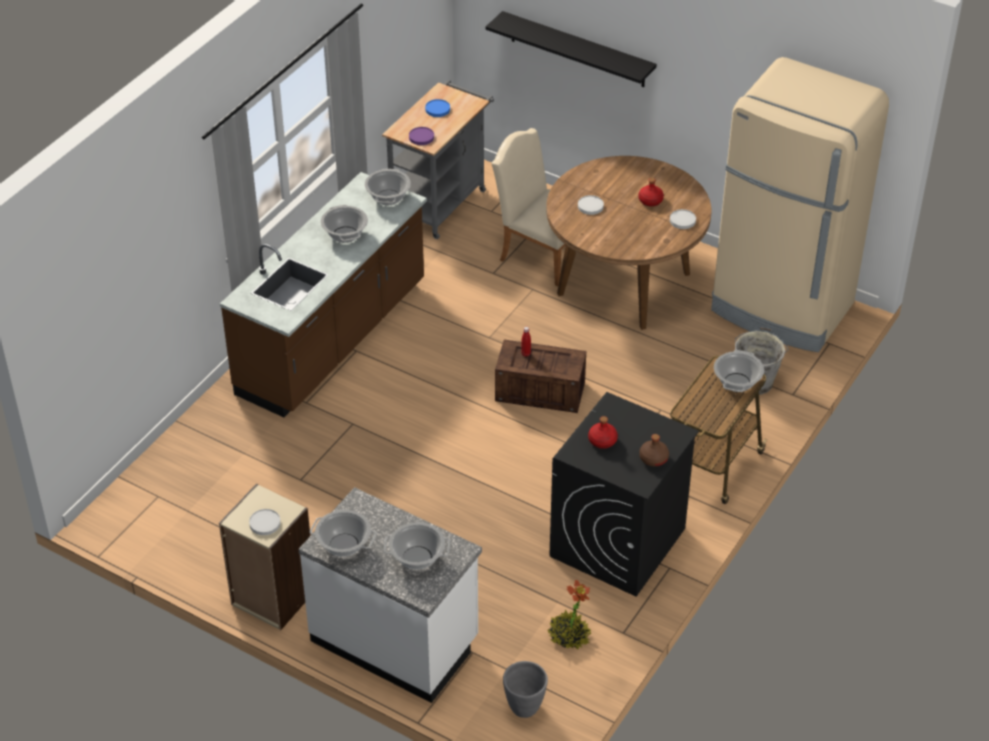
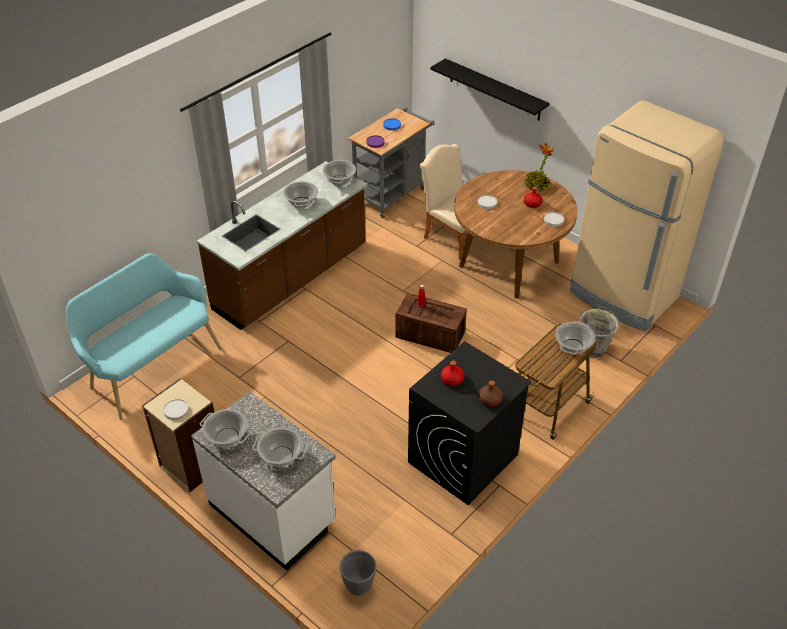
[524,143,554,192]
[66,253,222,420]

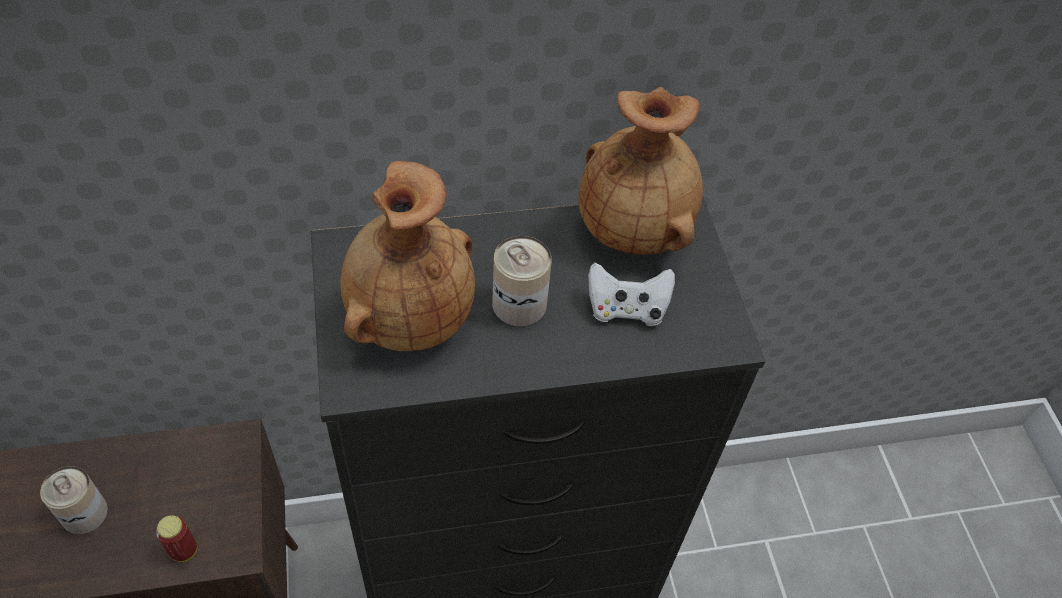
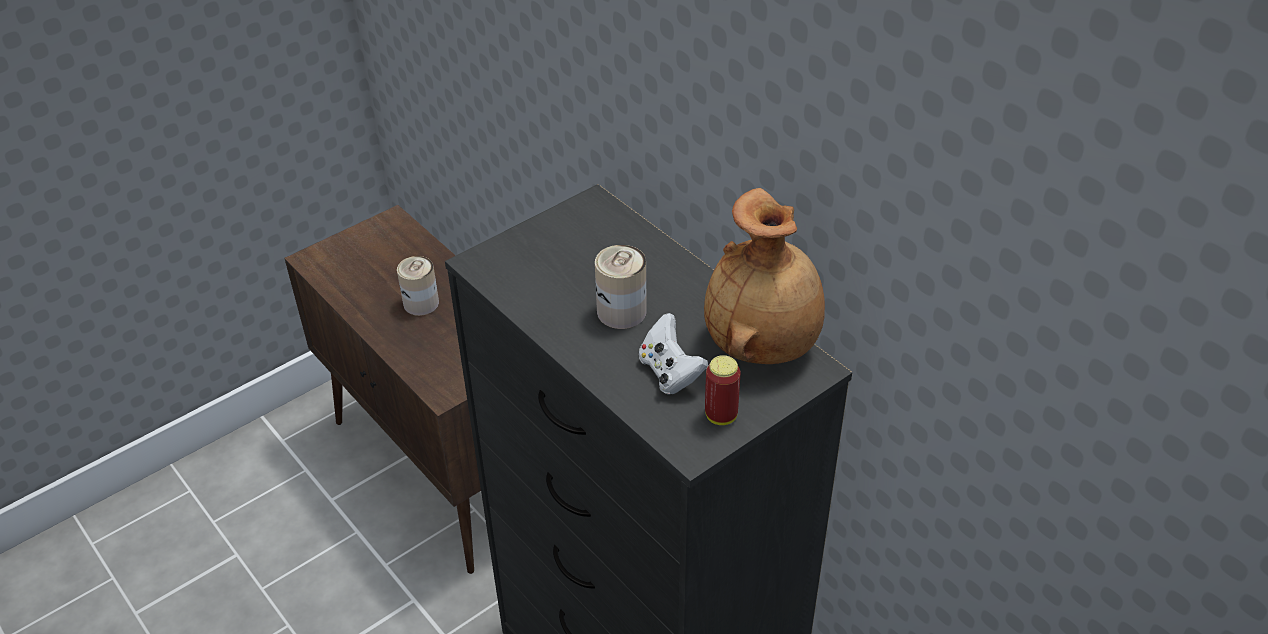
[705,355,741,425]
[340,161,475,351] (first image)

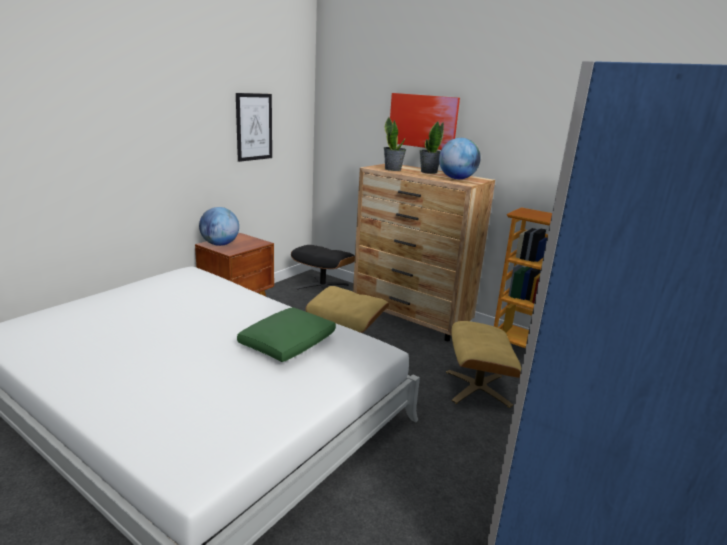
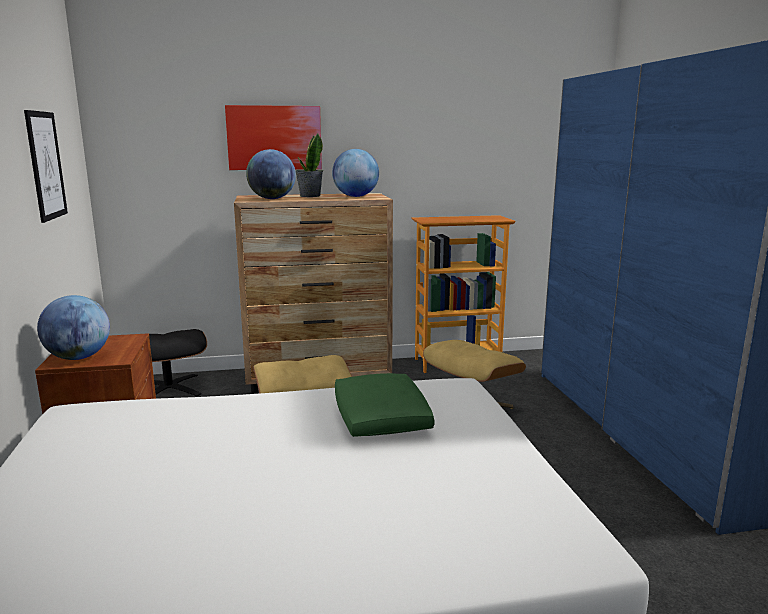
[246,149,296,199]

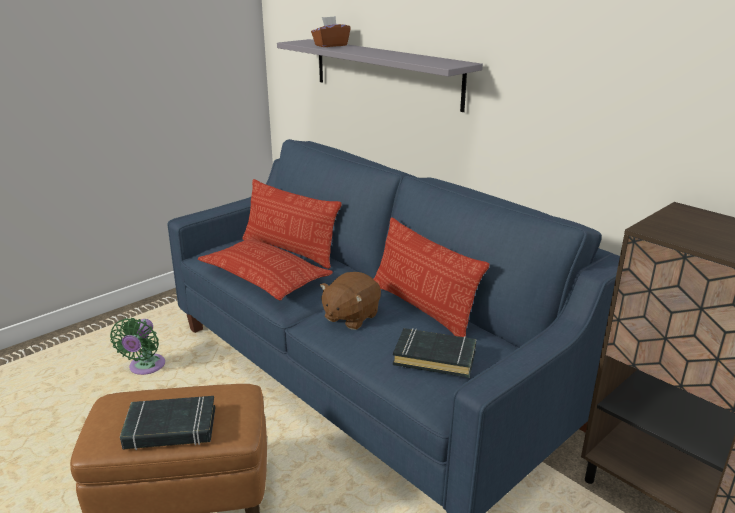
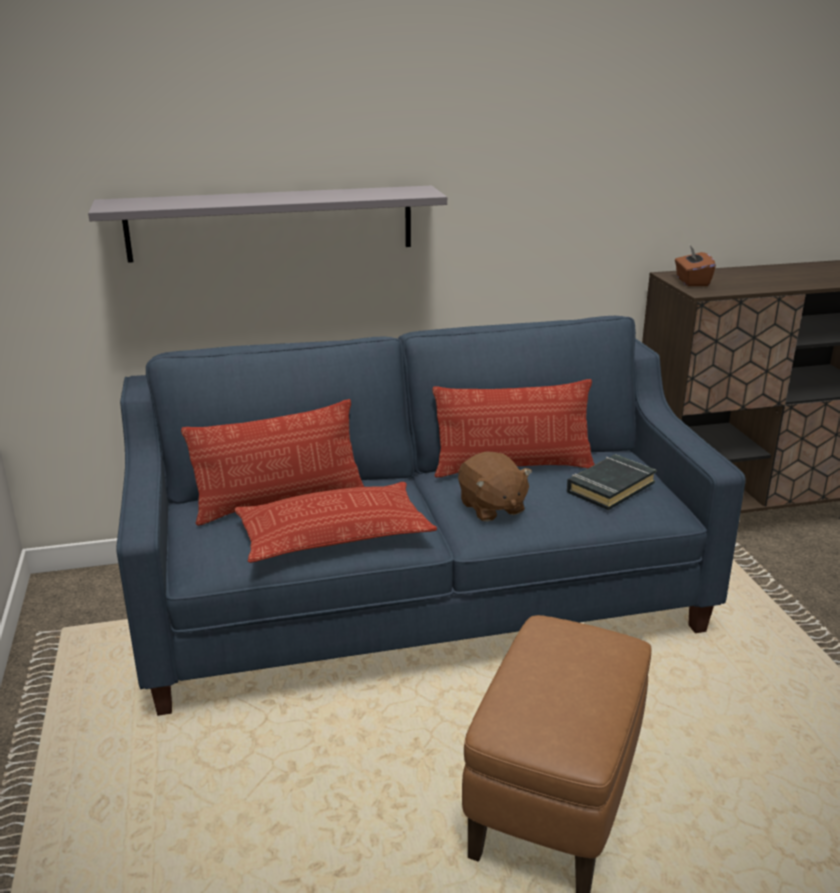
[110,318,165,375] (first image)
[120,396,215,450] (first image)
[675,246,716,286]

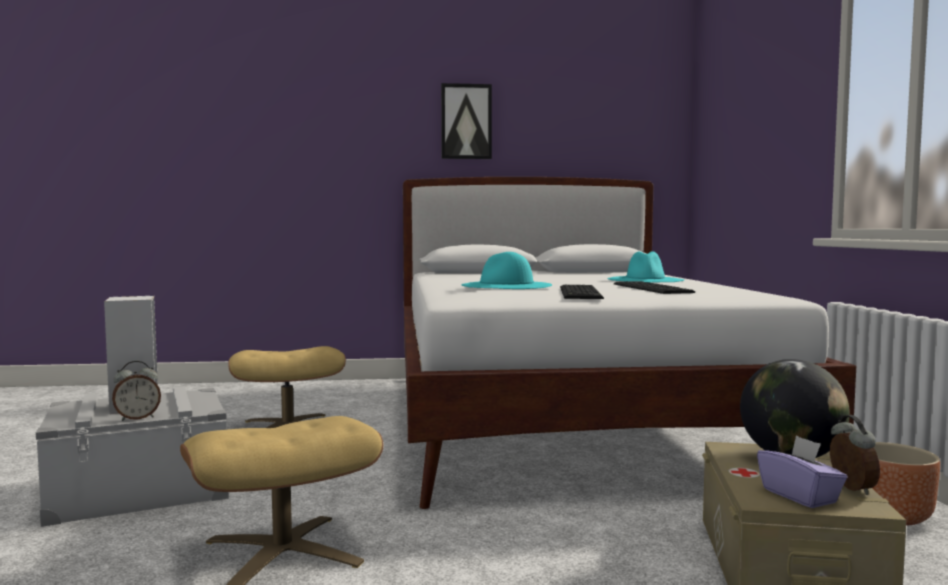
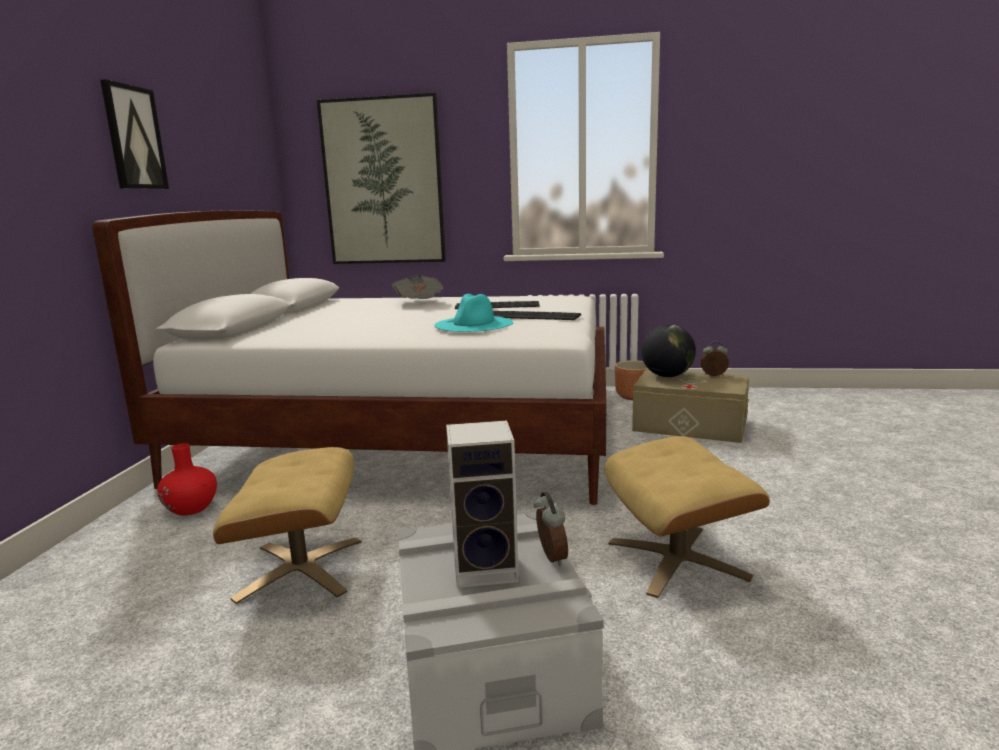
[391,275,444,299]
[757,435,848,508] (first image)
[157,443,217,516]
[317,93,446,264]

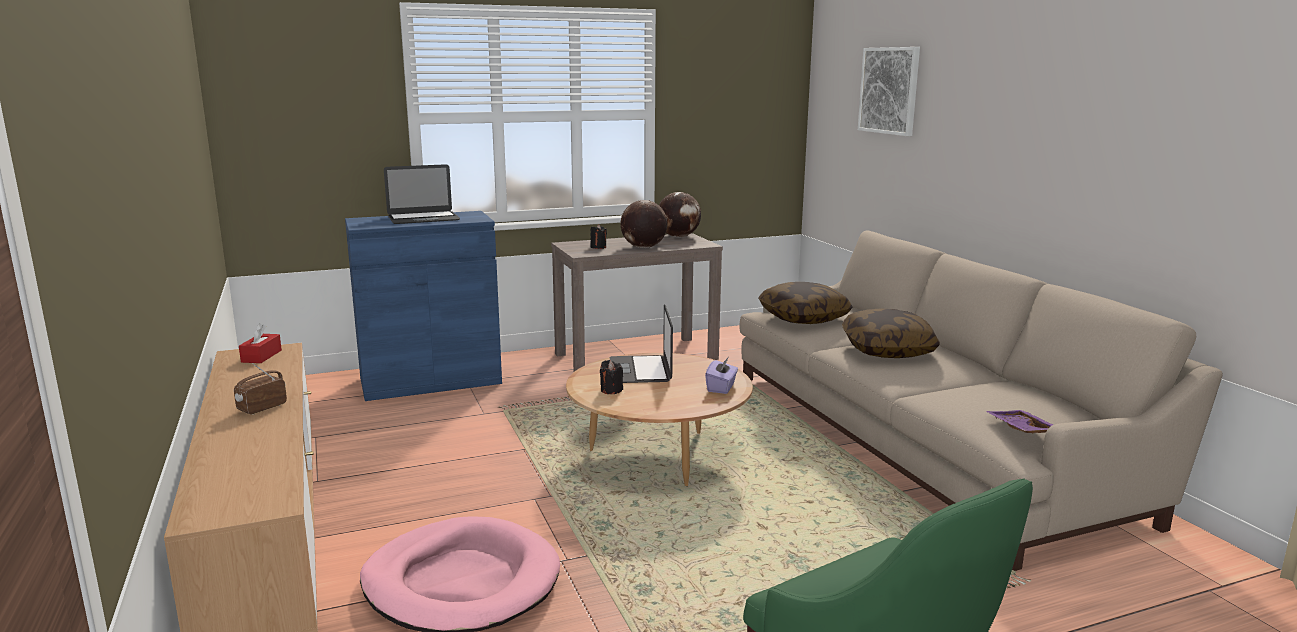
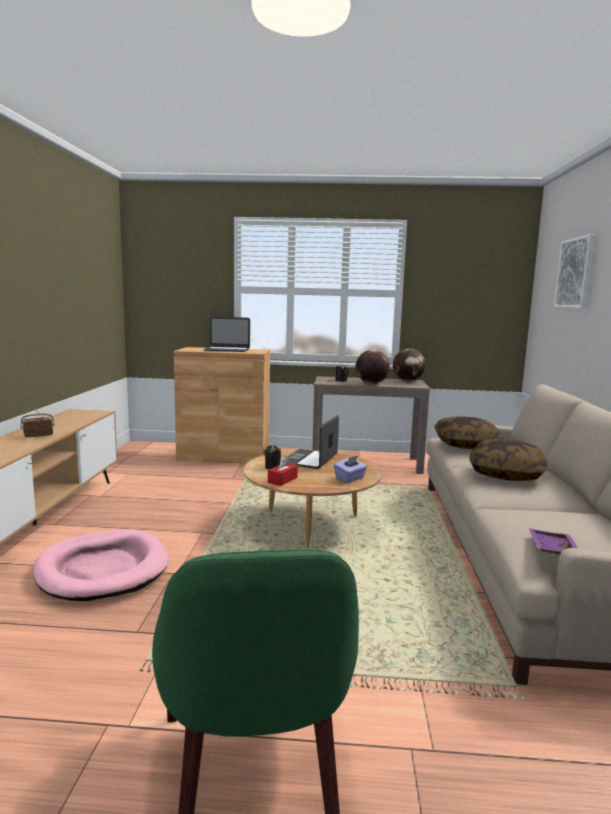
[268,455,298,486]
[174,347,270,464]

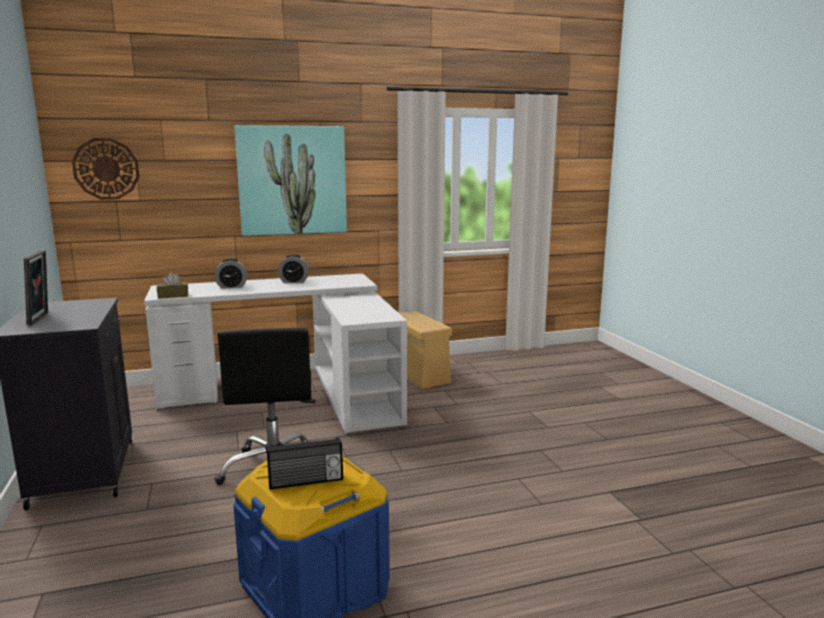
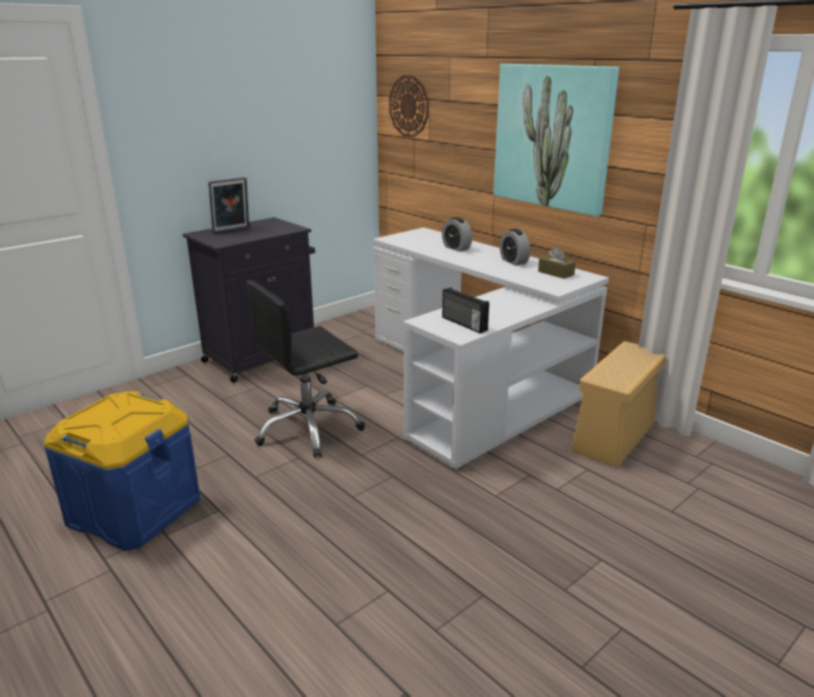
[538,247,576,279]
[442,288,489,333]

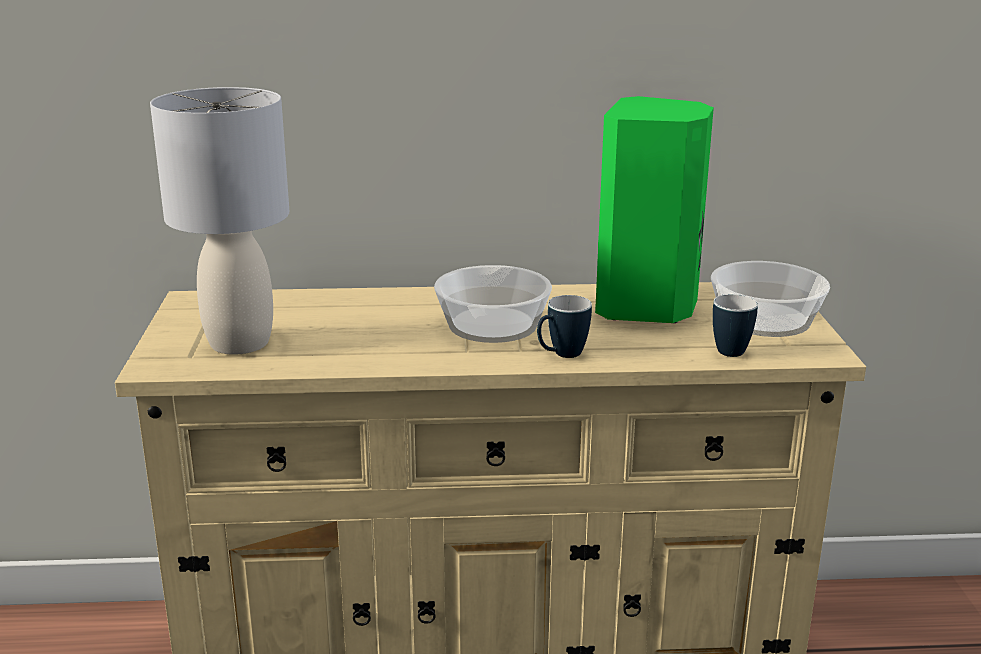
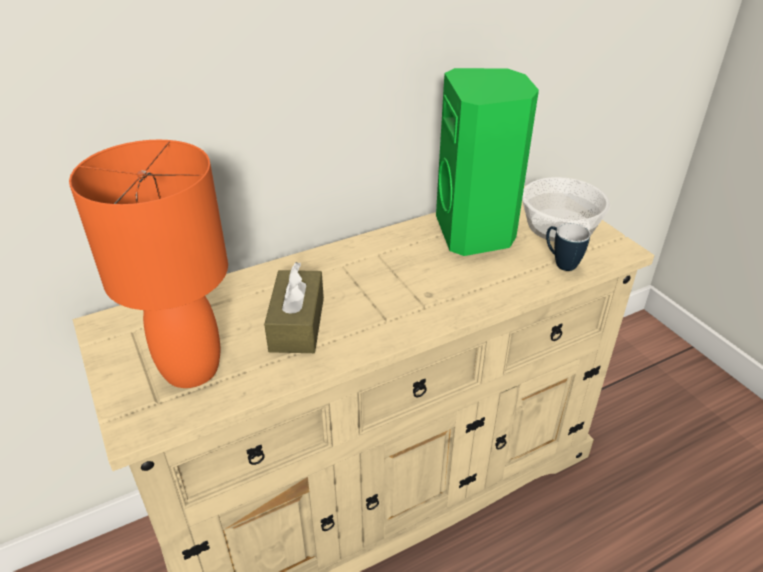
[69,140,228,388]
[434,265,552,343] (first image)
[537,295,592,358] (first image)
[264,262,324,353]

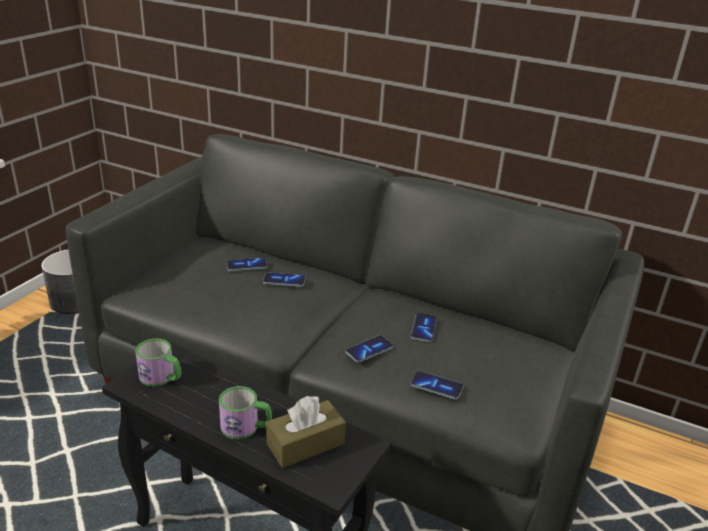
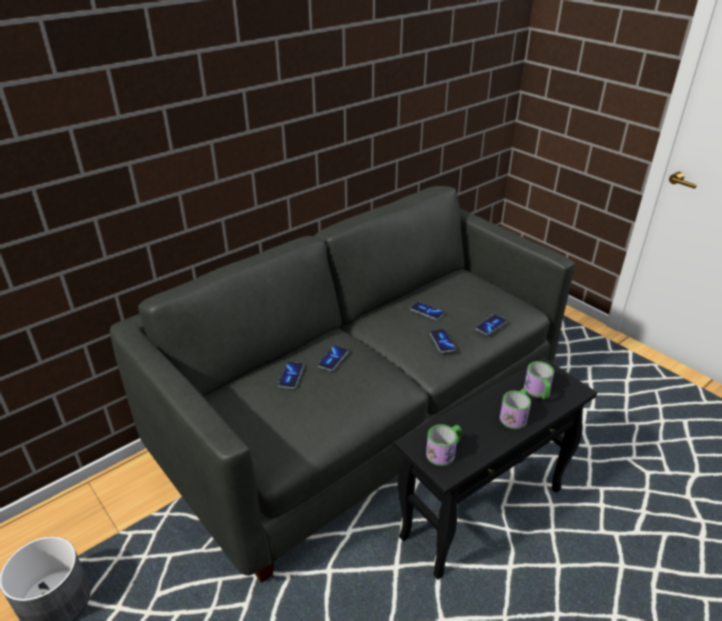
[524,361,554,399]

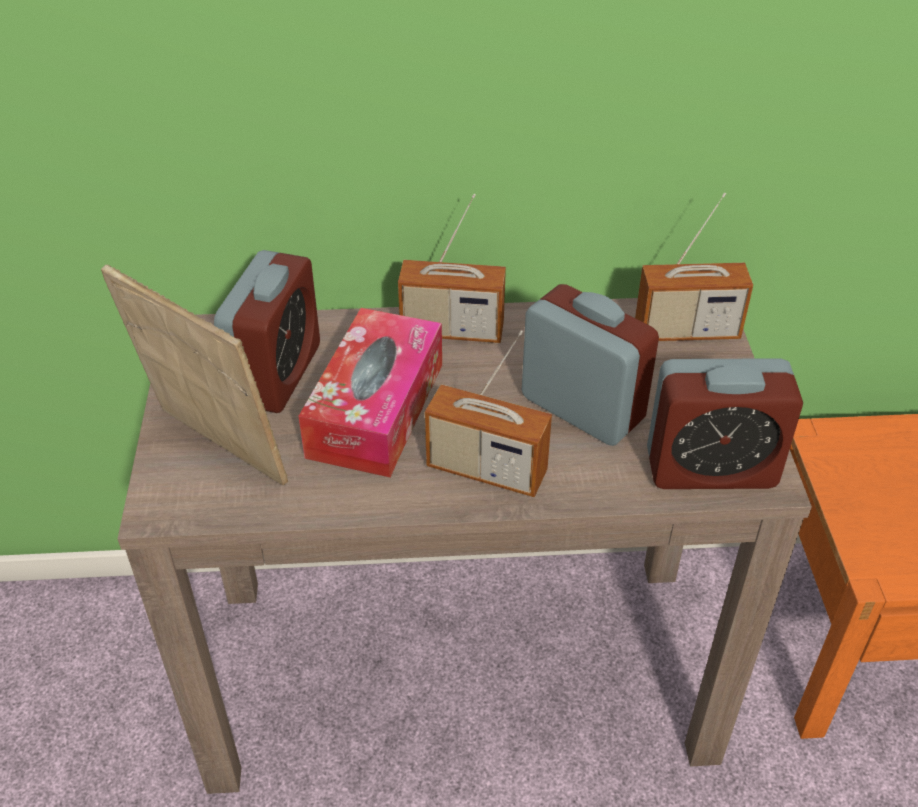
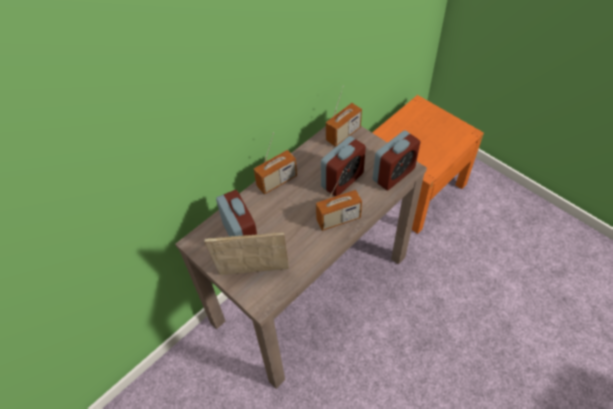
[299,308,442,477] (first image)
[321,136,366,196]

